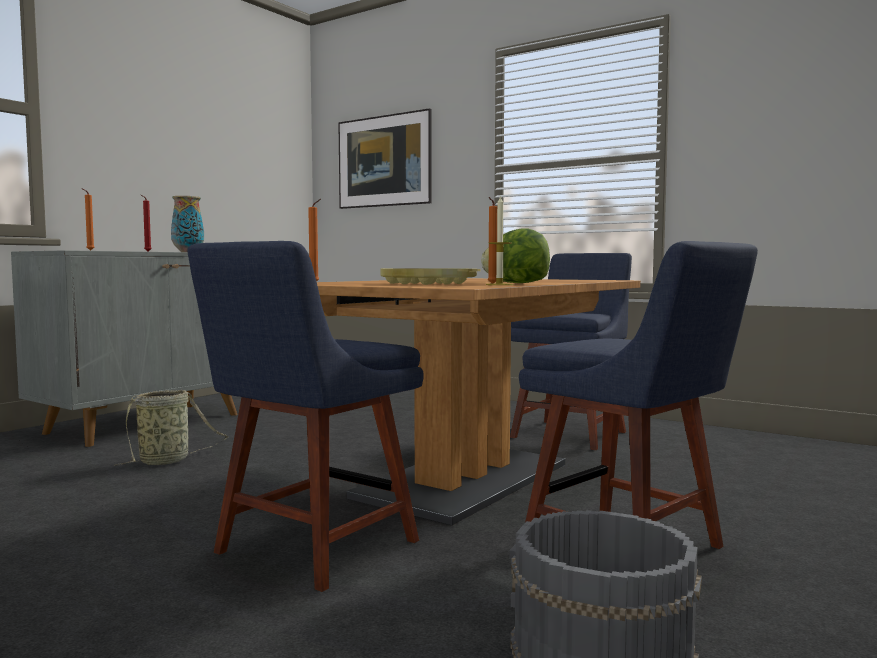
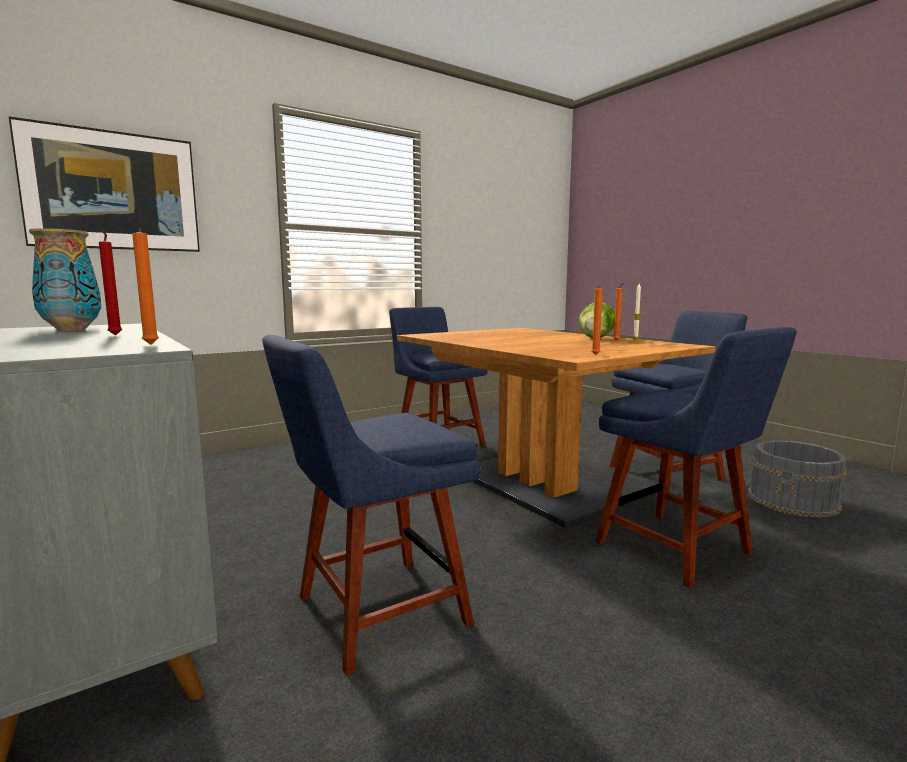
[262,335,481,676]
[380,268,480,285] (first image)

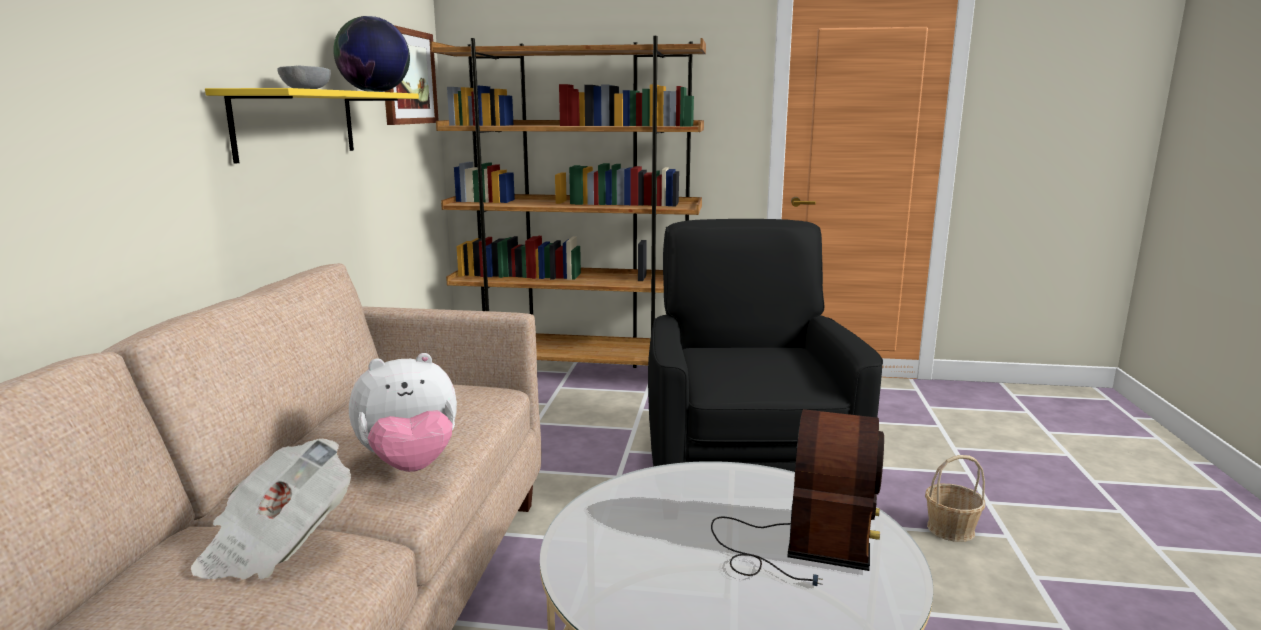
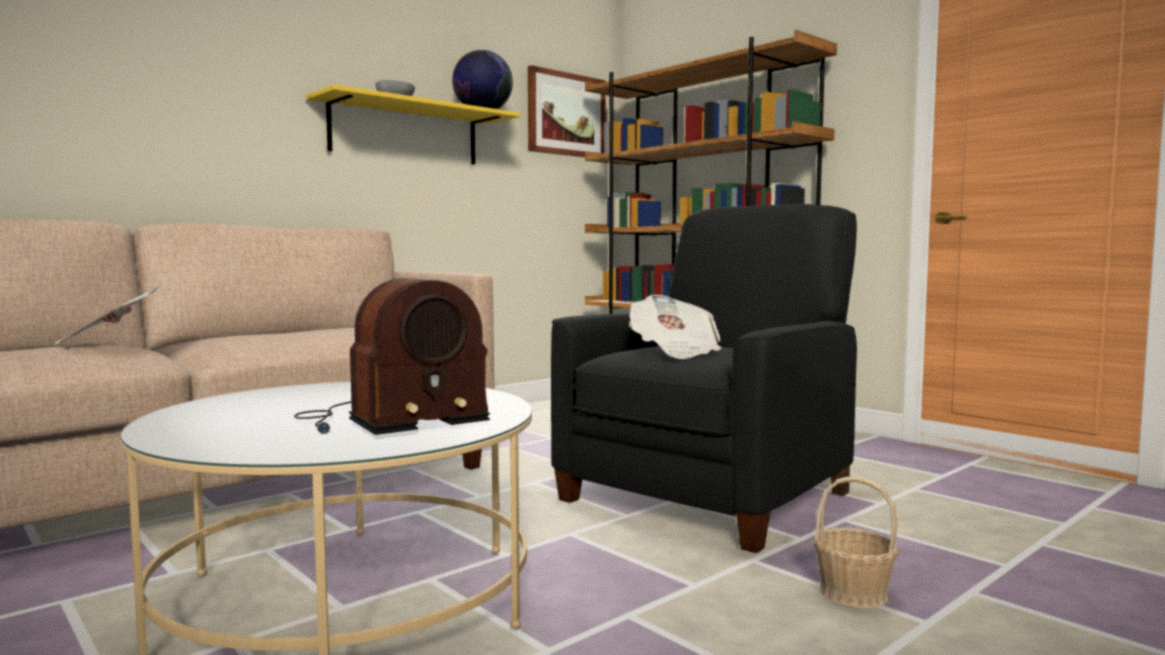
[349,353,457,472] (first image)
[629,295,722,359]

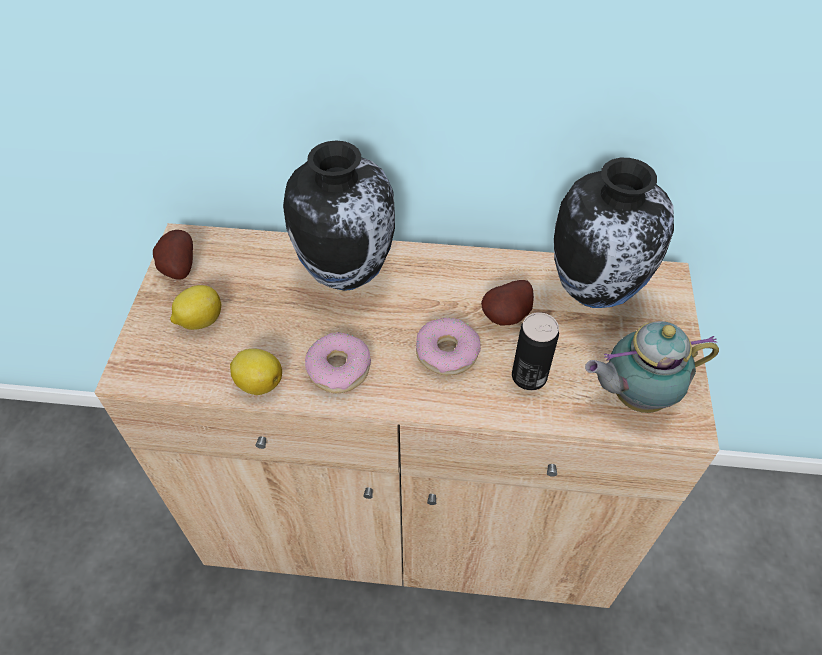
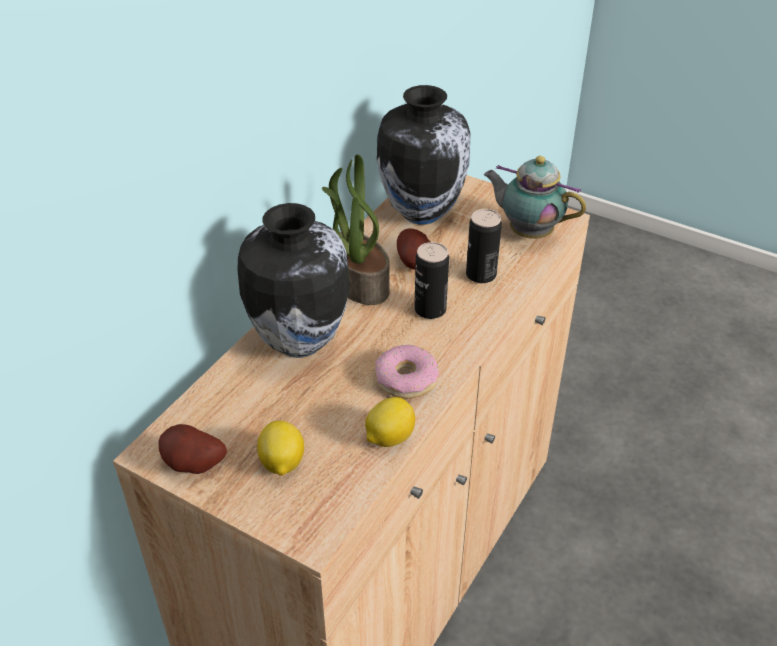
[414,242,449,319]
[484,156,586,239]
[322,154,390,305]

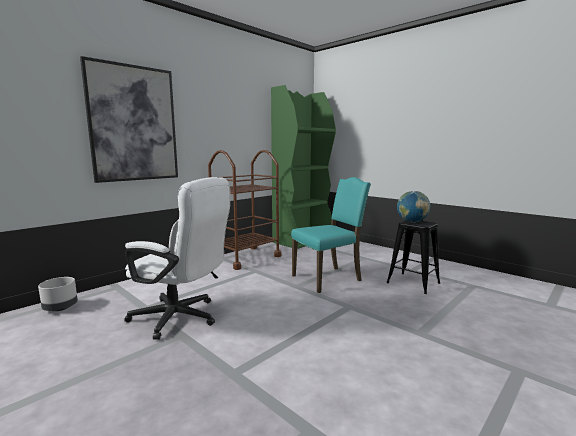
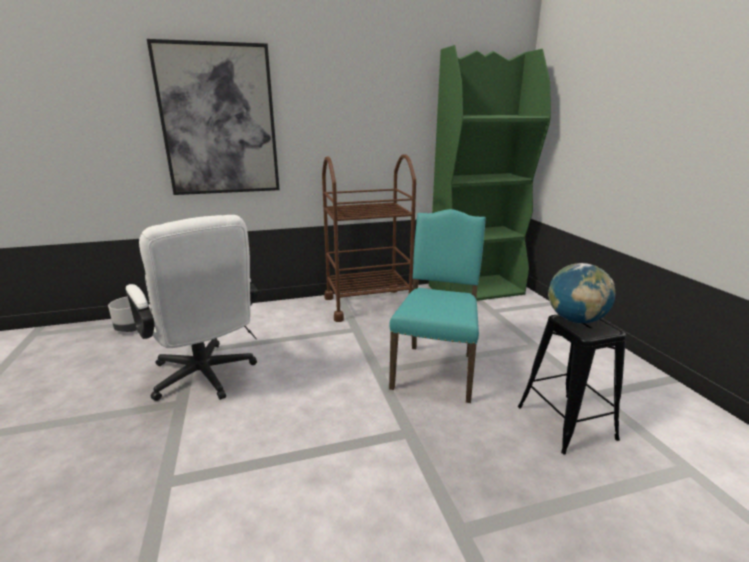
[389,209,486,403]

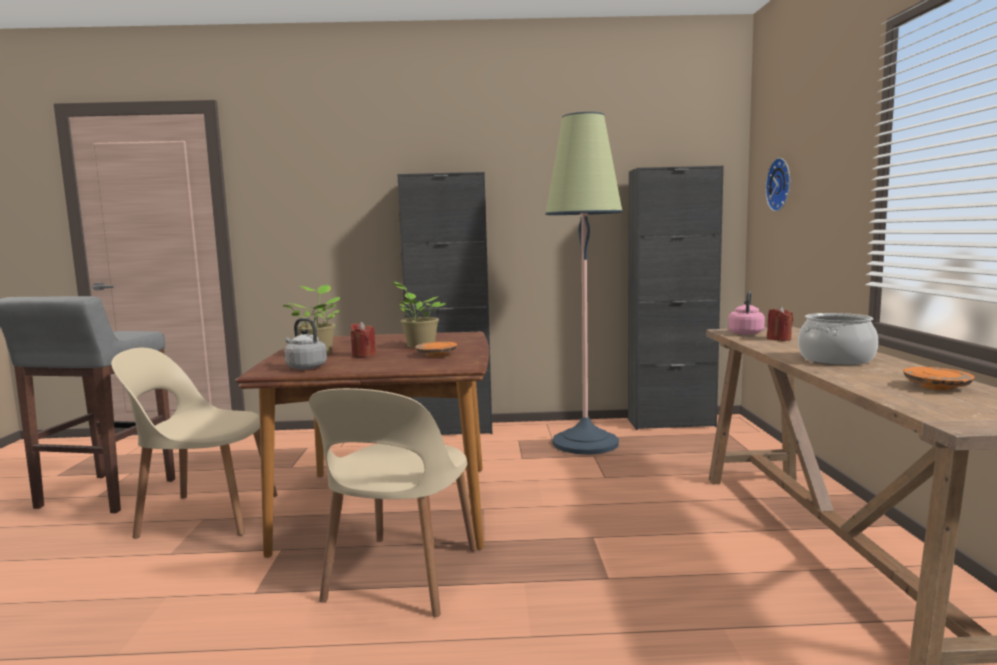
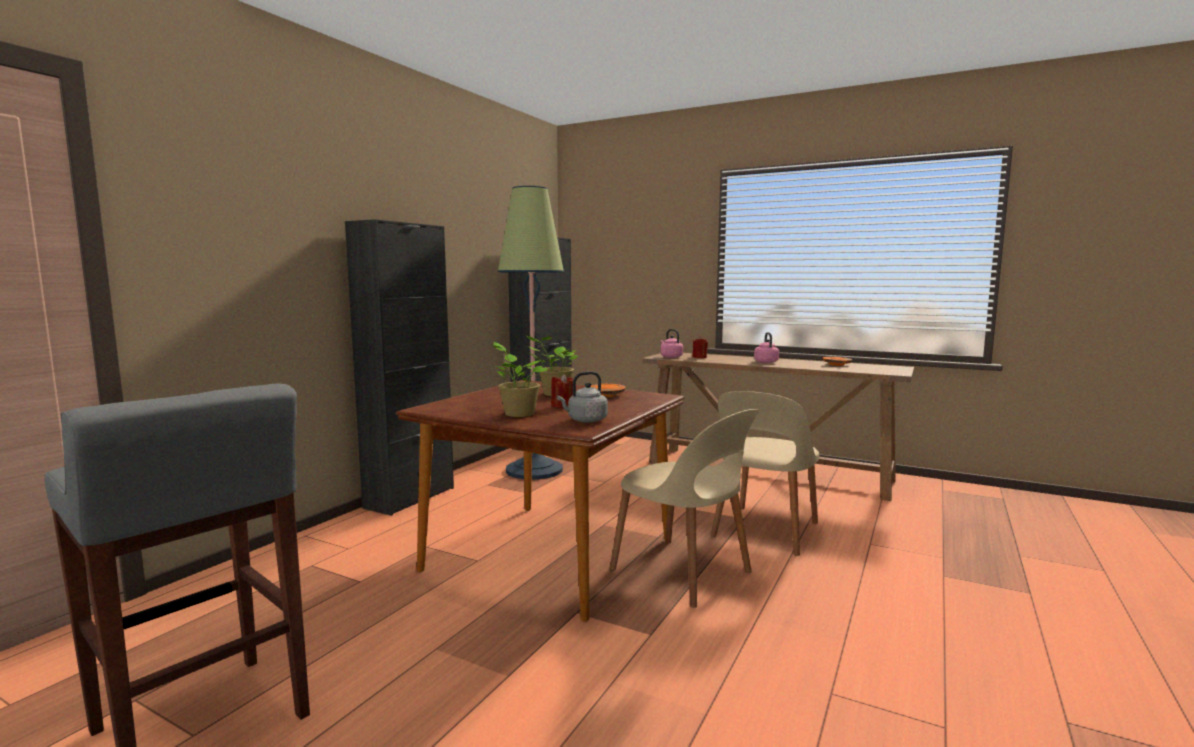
[711,391,820,556]
[765,158,790,212] (first image)
[754,332,779,363]

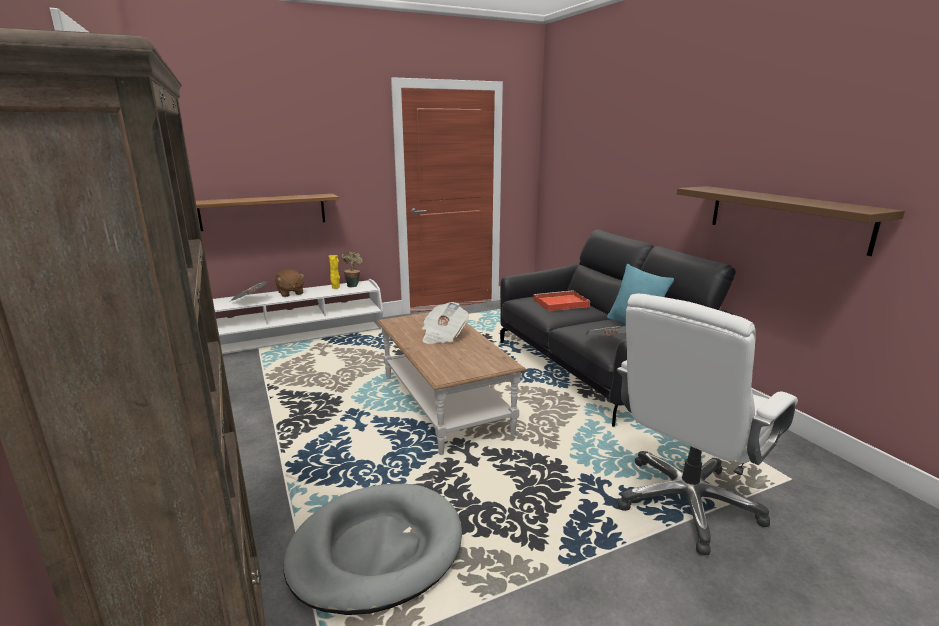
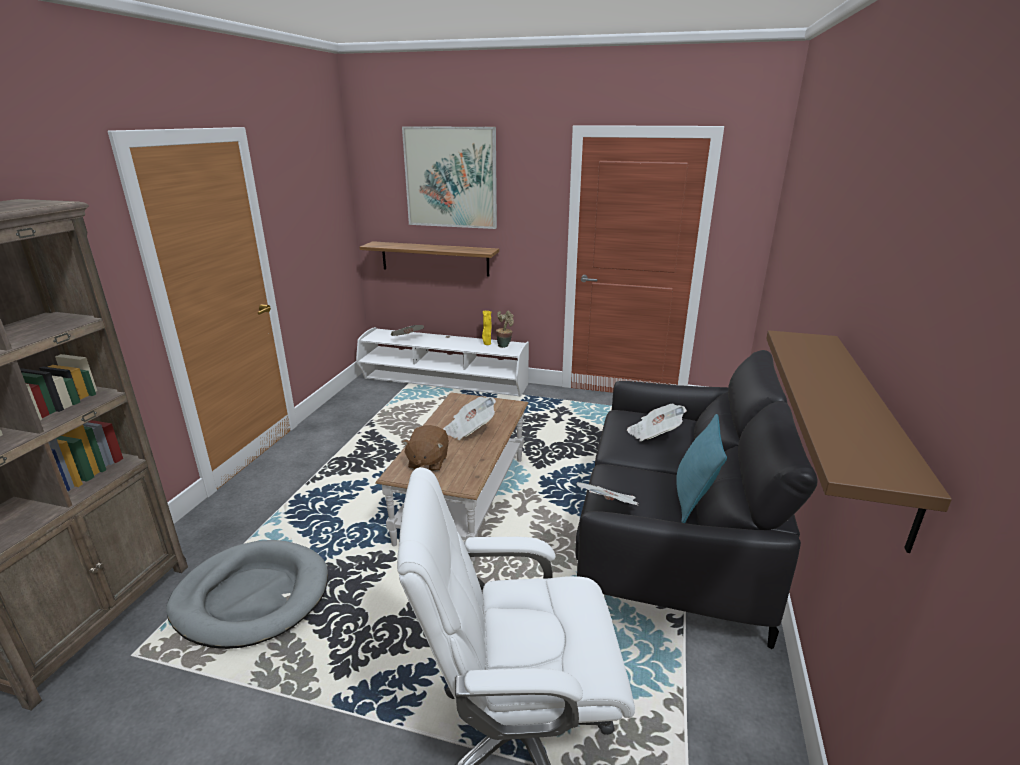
[402,425,449,471]
[627,403,687,441]
[402,126,497,229]

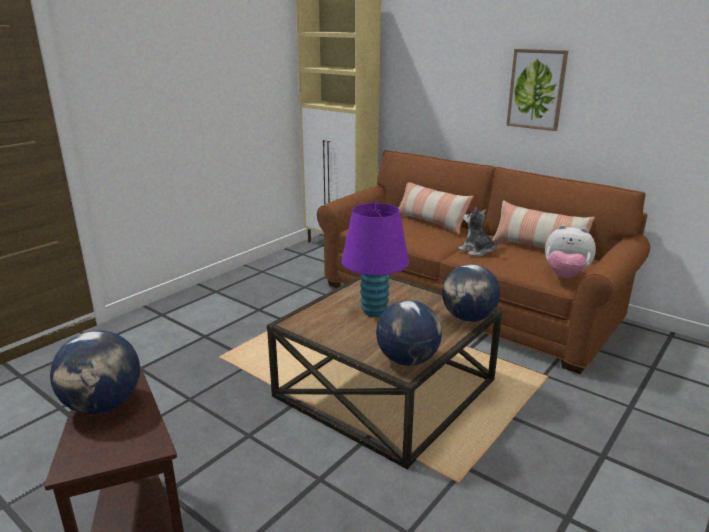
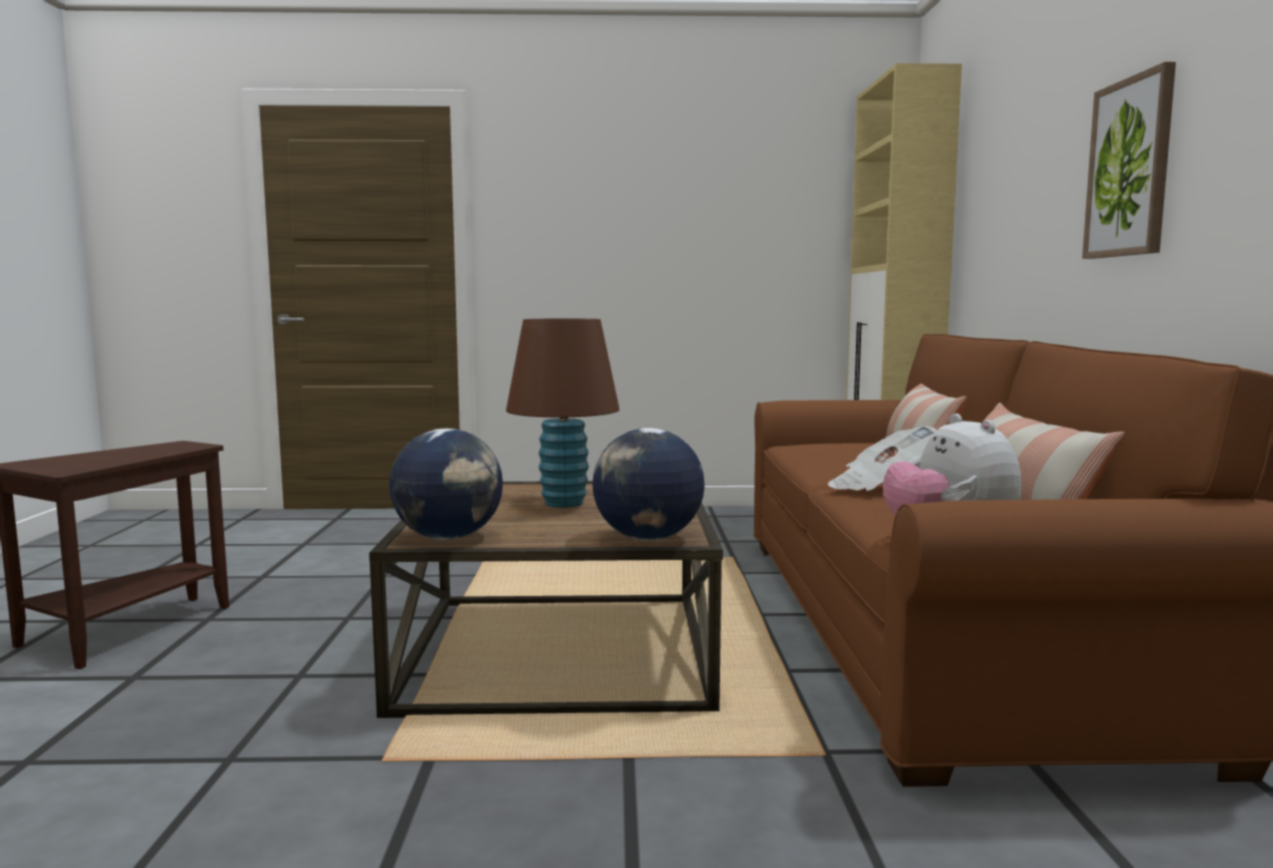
[50,330,140,414] (first image)
[506,319,620,508]
[828,426,937,491]

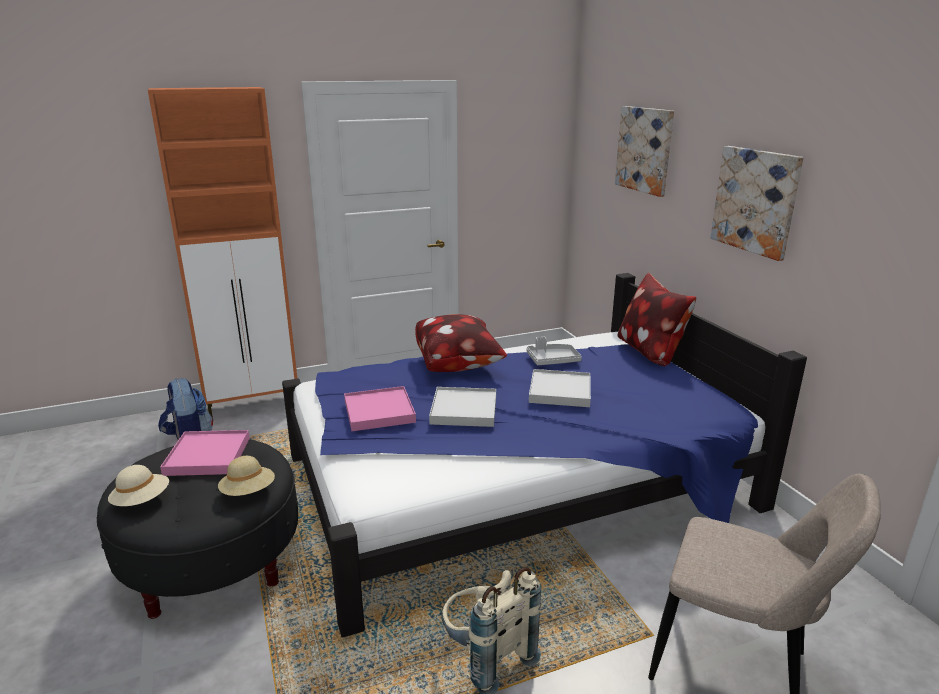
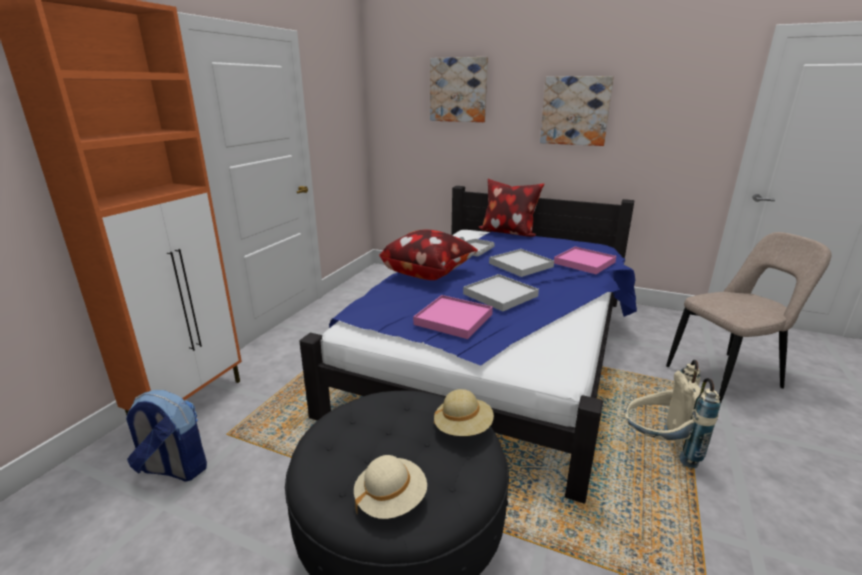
[554,247,616,274]

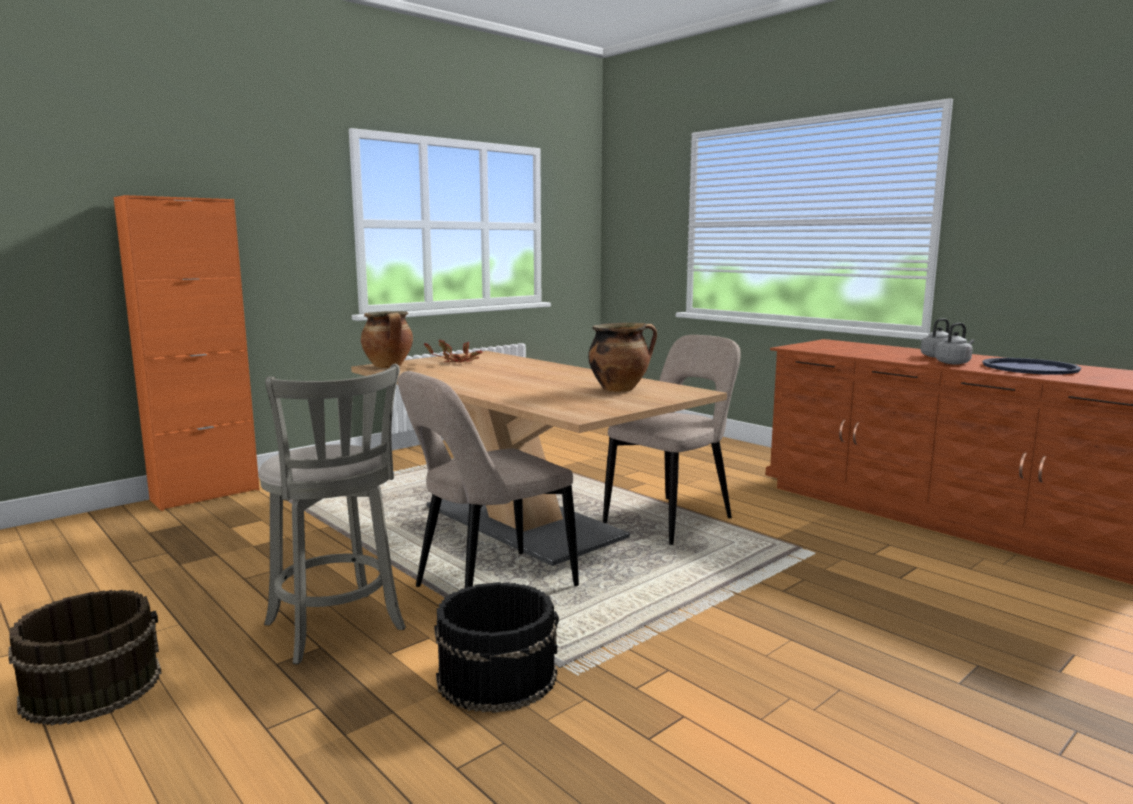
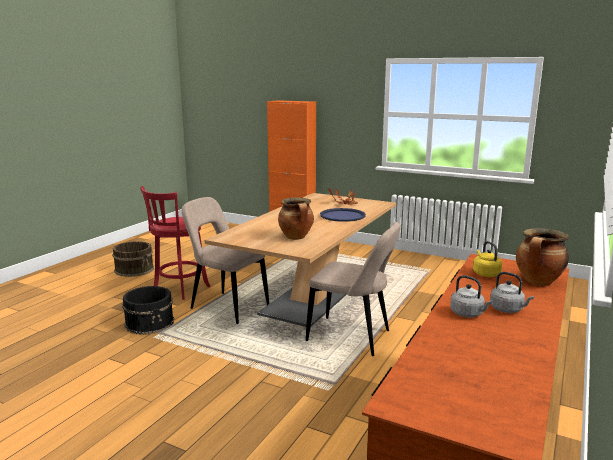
[141,186,210,300]
[516,228,569,286]
[320,208,366,222]
[473,241,502,277]

